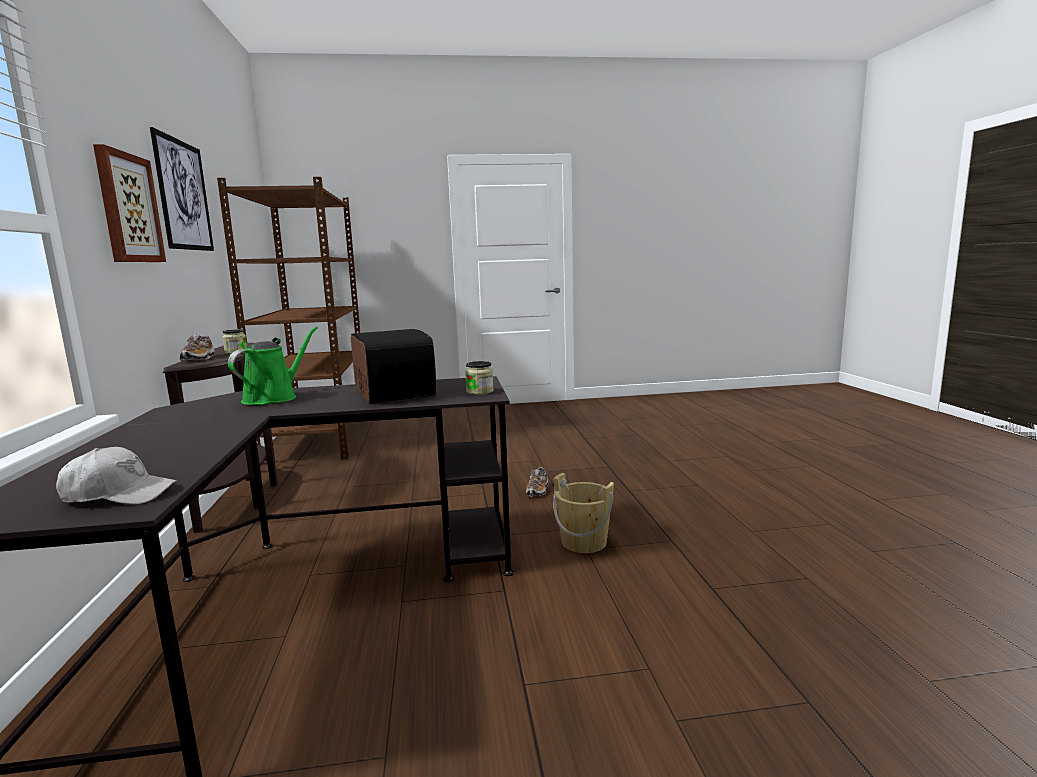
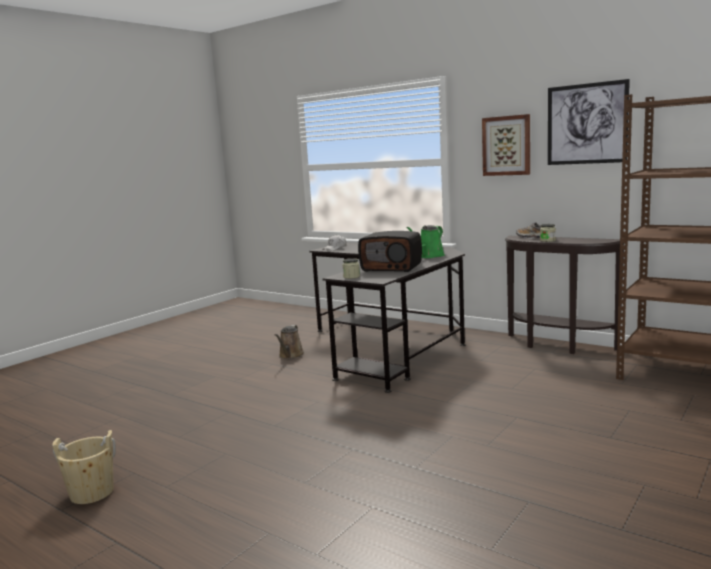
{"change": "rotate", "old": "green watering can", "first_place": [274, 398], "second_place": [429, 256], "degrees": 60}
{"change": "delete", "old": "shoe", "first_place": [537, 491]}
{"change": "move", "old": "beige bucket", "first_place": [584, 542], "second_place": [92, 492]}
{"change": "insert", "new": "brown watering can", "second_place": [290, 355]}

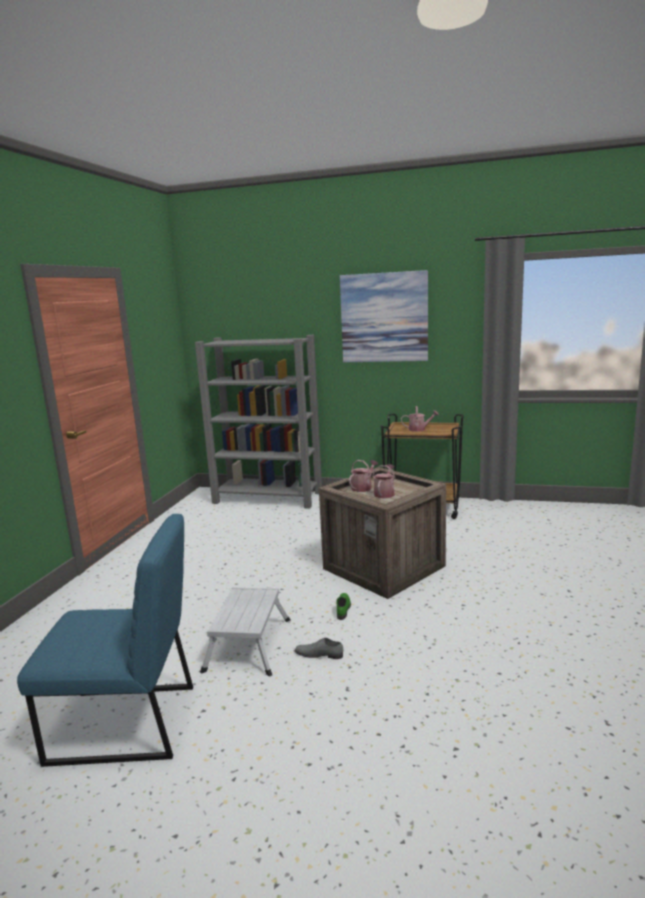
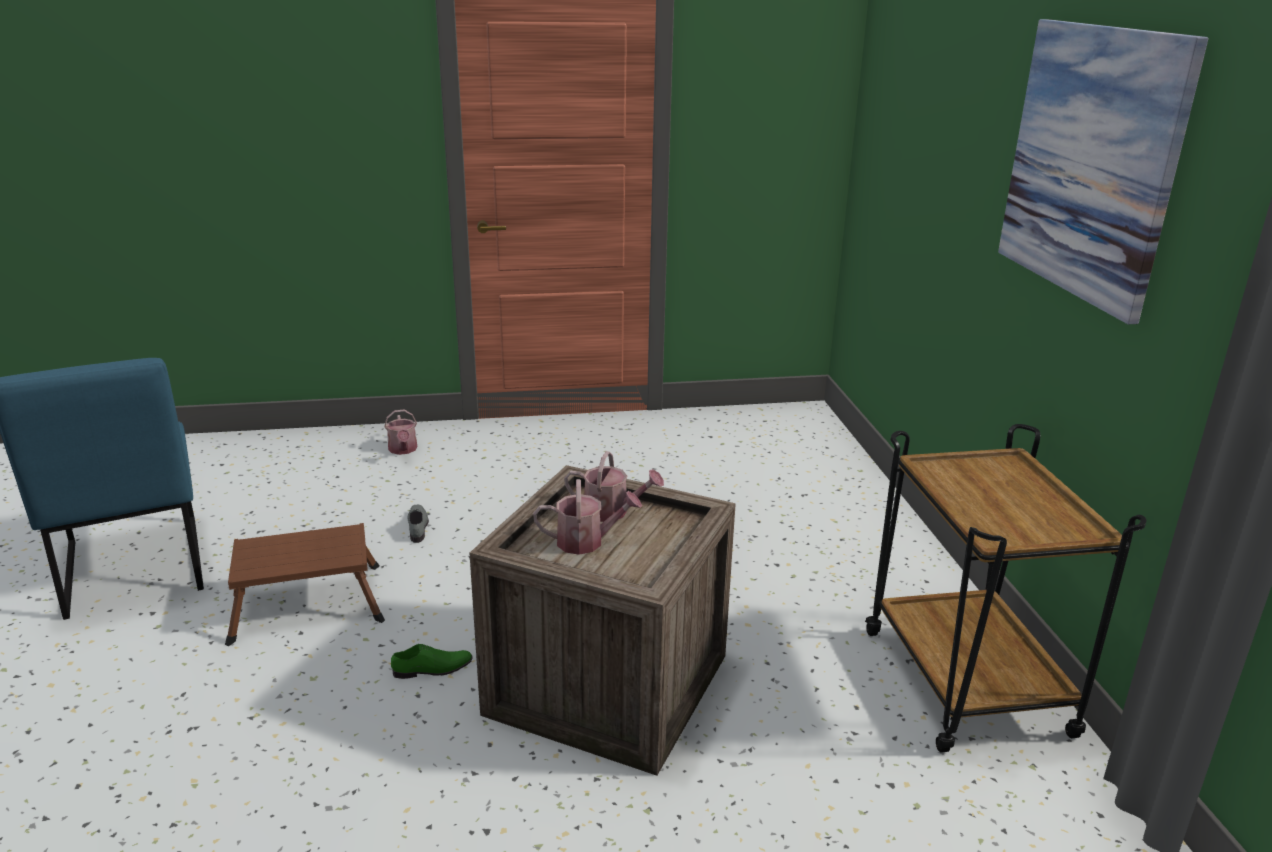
{"change": "delete", "old": "grey bookcase", "first_place": [268, 498]}
{"change": "recolor", "old": "white step ladder", "new": "brown step ladder", "first_place": [248, 644], "second_place": [308, 603]}
{"change": "move", "old": "grey shoe", "first_place": [319, 653], "second_place": [418, 526]}
{"change": "move", "old": "watering can", "first_place": [419, 429], "second_place": [403, 450]}

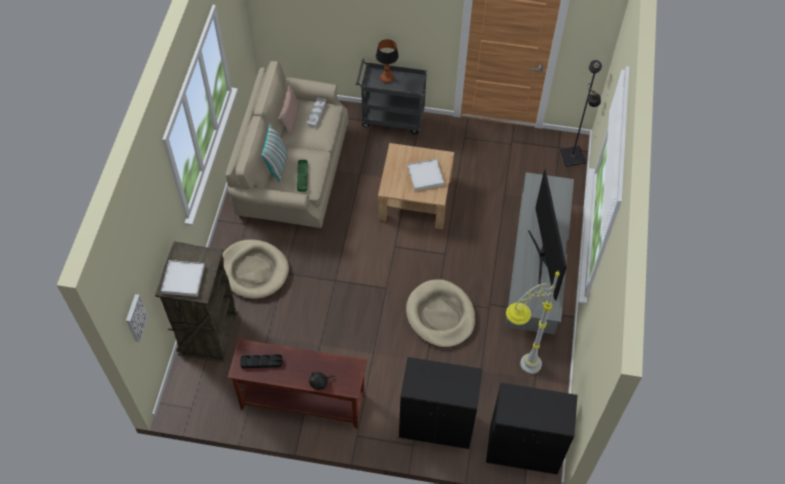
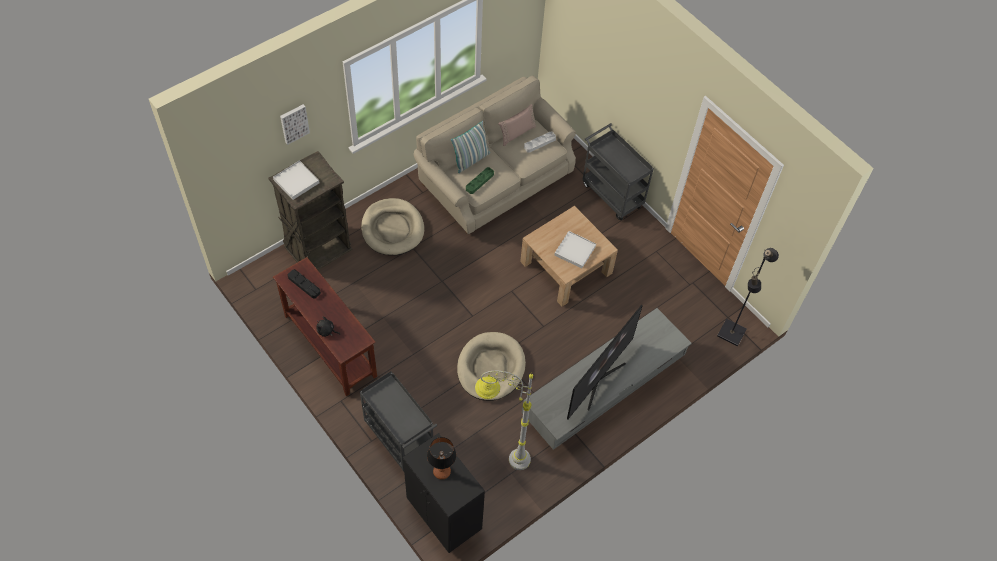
{"change": "move", "old": "picture", "first_place": [135, 318], "second_place": [294, 123]}
{"change": "move", "old": "table lamp", "first_place": [387, 78], "second_place": [442, 471]}
{"change": "replace", "old": "black cabinet", "new": "grey cart", "first_place": [435, 427], "second_place": [400, 442]}

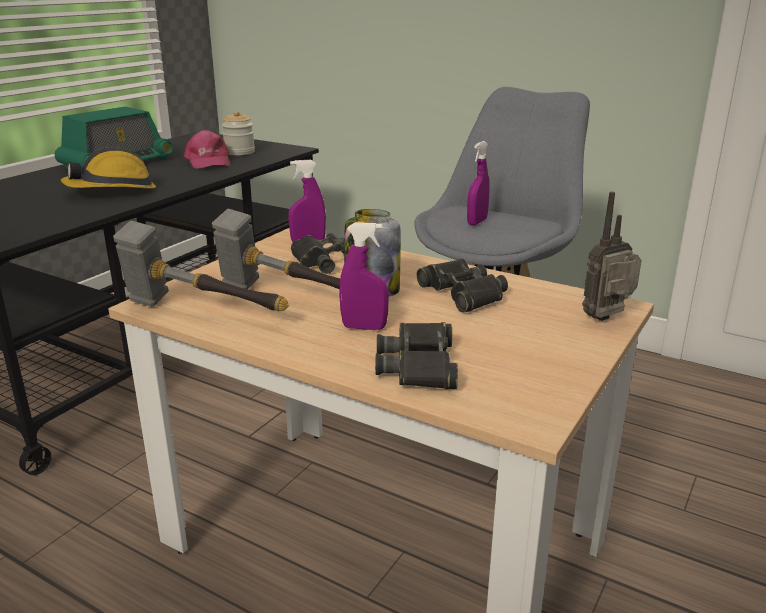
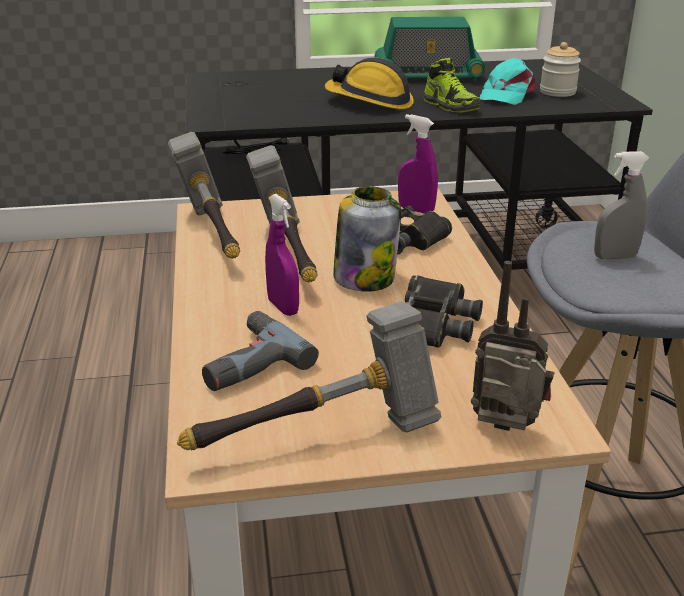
{"change": "recolor", "old": "pink cap", "new": "turquoise cap", "first_place": [208, 161], "second_place": [506, 94]}
{"change": "replace", "old": "black binoculars", "new": "power drill", "first_place": [419, 365], "second_place": [246, 362]}
{"change": "recolor", "old": "purple spray bottle", "new": "grey spray bottle", "first_place": [477, 222], "second_place": [615, 257]}
{"change": "insert", "new": "hammer", "second_place": [321, 438]}
{"change": "insert", "new": "shoe", "second_place": [450, 106]}

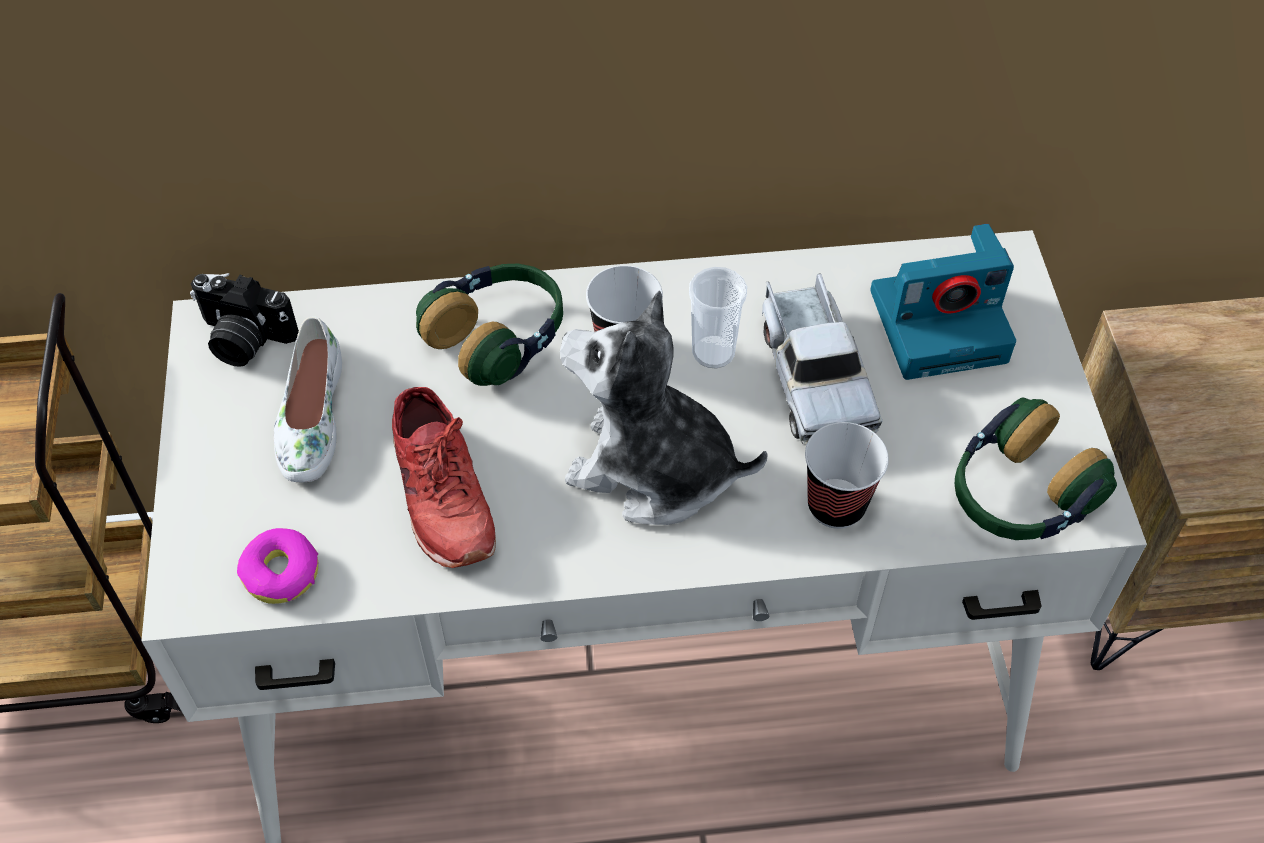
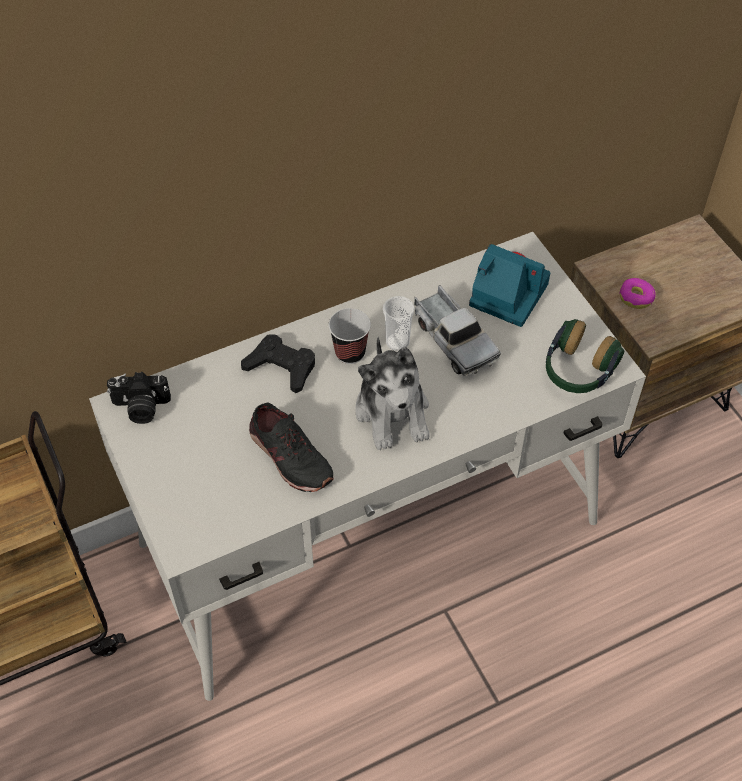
{"change": "move", "old": "donut", "first_place": [281, 573], "second_place": [636, 297]}
{"change": "delete", "old": "white shoe", "first_place": [310, 417]}
{"change": "recolor", "old": "red shoe", "new": "black shoe", "first_place": [440, 494], "second_place": [289, 457]}
{"change": "replace", "old": "headphones", "new": "black game controller", "first_place": [499, 338], "second_place": [281, 367]}
{"change": "rotate", "old": "plush toy", "first_place": [653, 470], "second_place": [393, 412], "degrees": -105}
{"change": "delete", "old": "cup", "first_place": [836, 505]}
{"change": "rotate", "old": "photo camera", "first_place": [941, 324], "second_place": [506, 294], "degrees": -120}

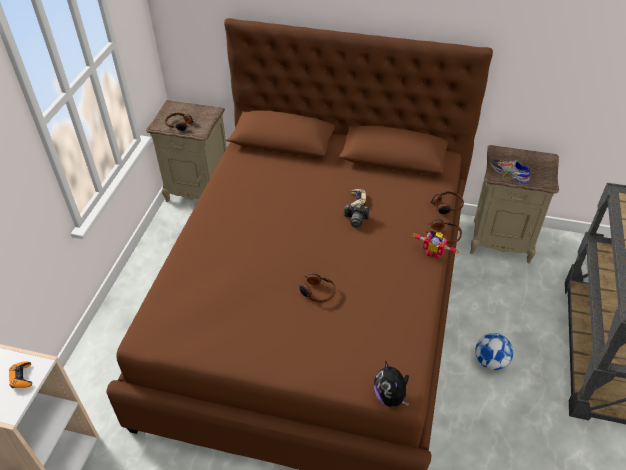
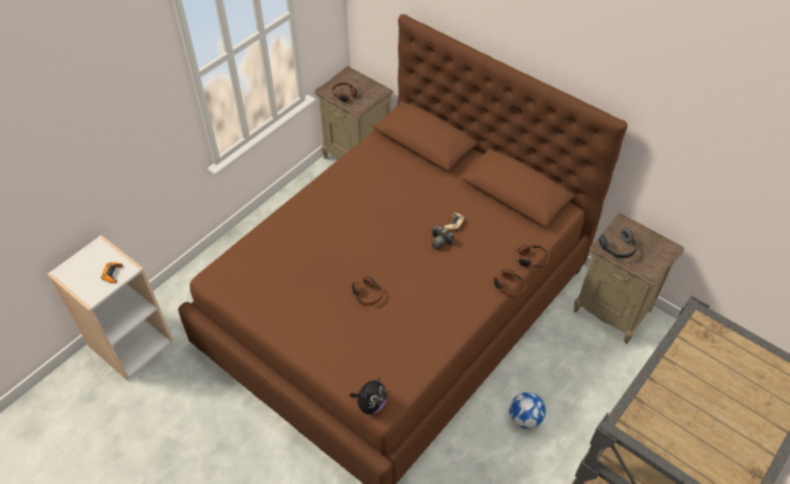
{"change": "rotate", "old": "plush toy", "first_place": [390, 396], "second_place": [370, 404], "degrees": -150}
{"change": "delete", "old": "toy robot", "first_place": [434, 253]}
{"change": "replace", "old": "shoe", "new": "headphones", "first_place": [509, 173], "second_place": [618, 249]}

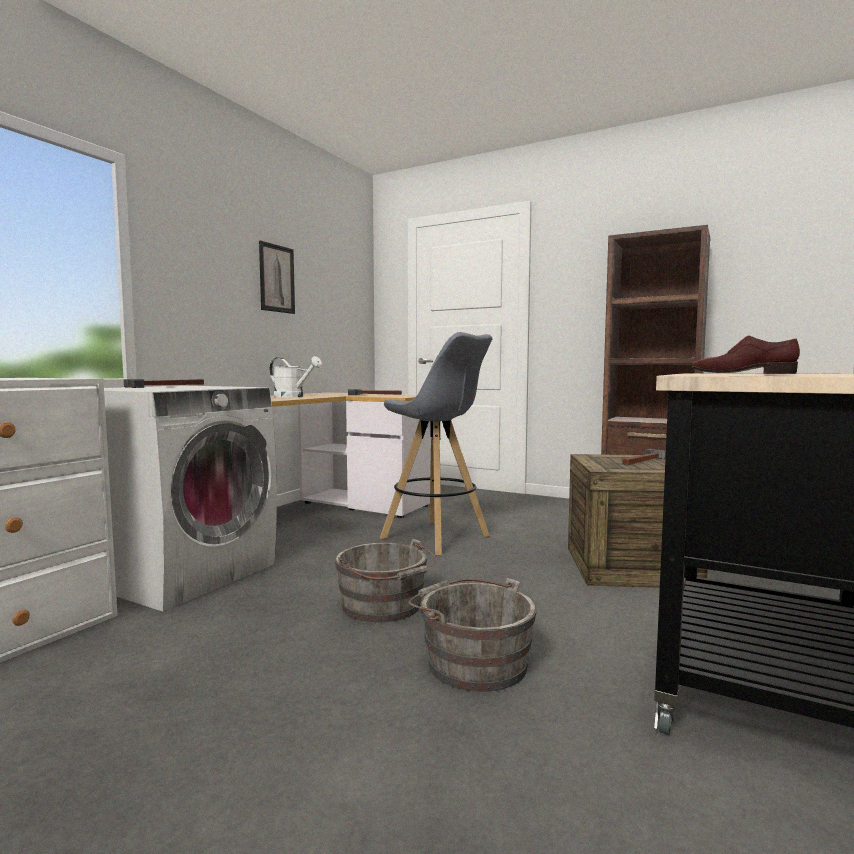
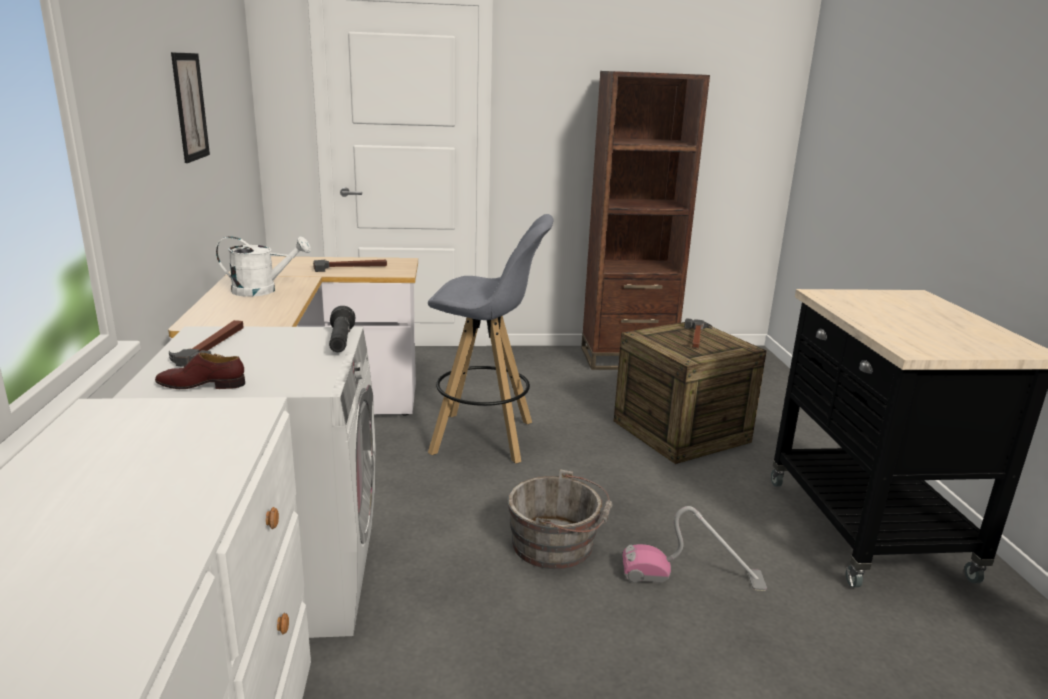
{"change": "replace", "old": "grey bucket", "new": "vacuum cleaner", "first_place": [472, 661], "second_place": [692, 576]}
{"change": "move", "old": "brown shoe", "first_place": [742, 374], "second_place": [201, 385]}
{"change": "insert", "new": "black flashlight", "second_place": [341, 342]}

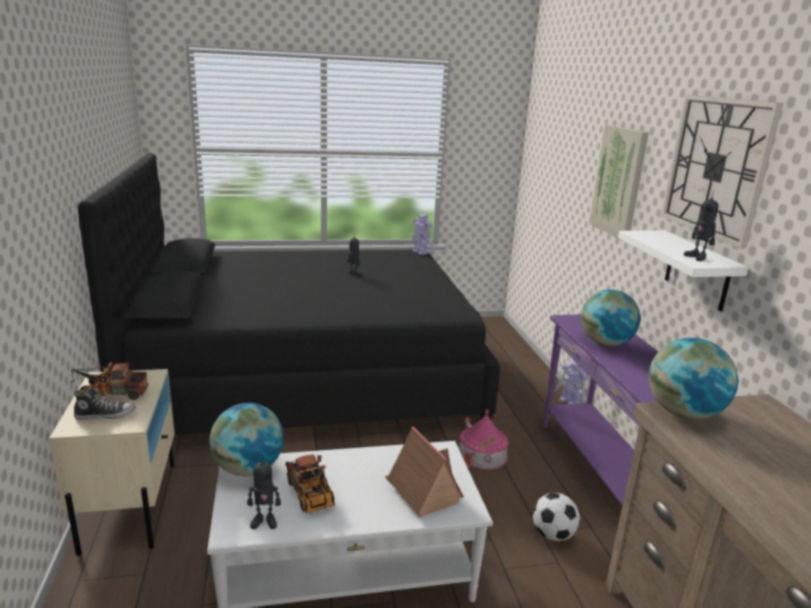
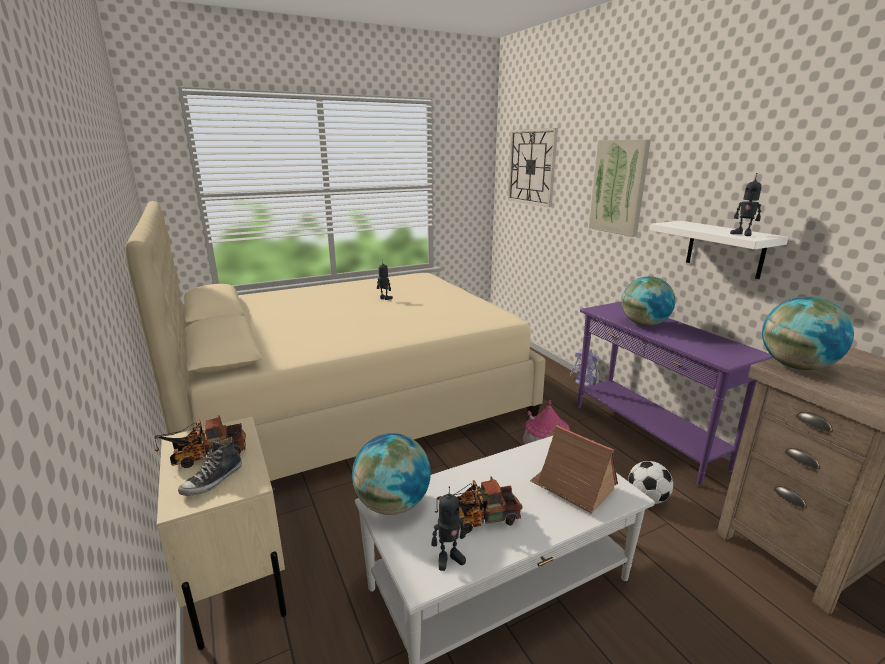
{"change": "rotate", "old": "shoe", "first_place": [105, 415], "second_place": [213, 481], "degrees": 150}
{"change": "recolor", "old": "black bed", "new": "beige bed", "first_place": [306, 376], "second_place": [351, 401]}
{"change": "rotate", "old": "toy truck", "first_place": [311, 497], "second_place": [477, 519], "degrees": 120}
{"change": "delete", "old": "toy robot", "first_place": [420, 252]}
{"change": "move", "old": "wall clock", "first_place": [716, 167], "second_place": [531, 167]}

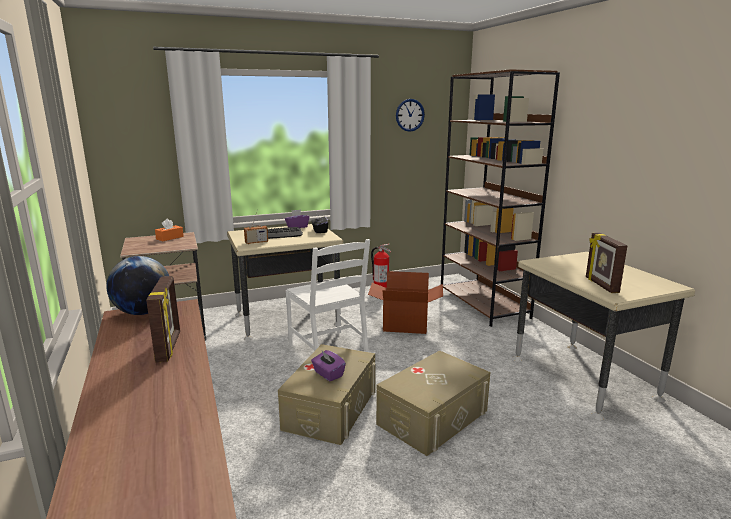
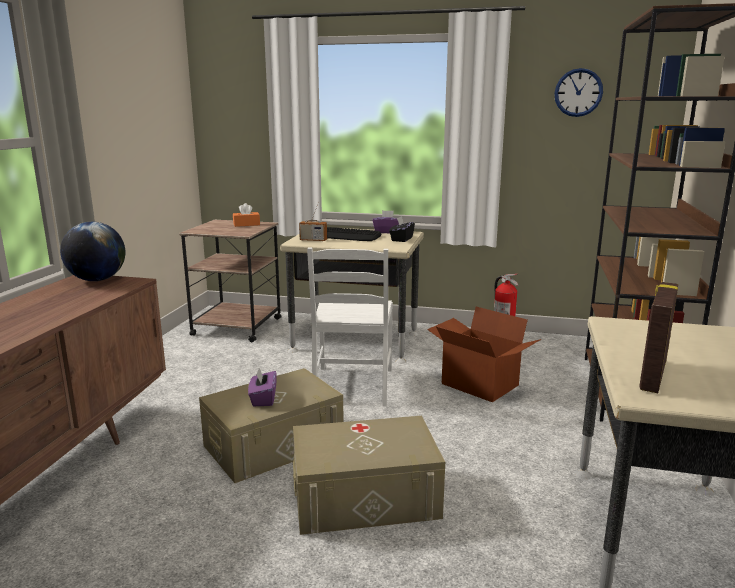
{"change": "delete", "old": "picture frame", "first_place": [169, 347]}

